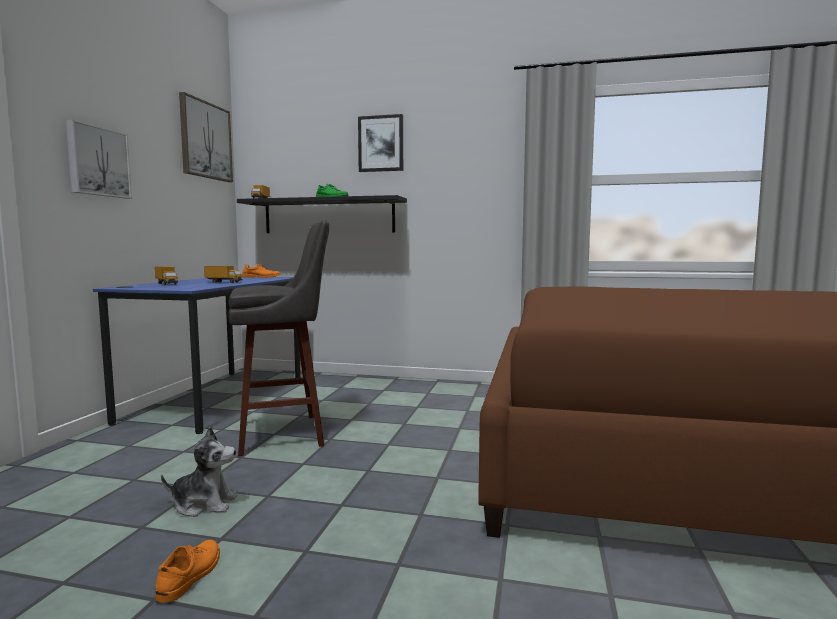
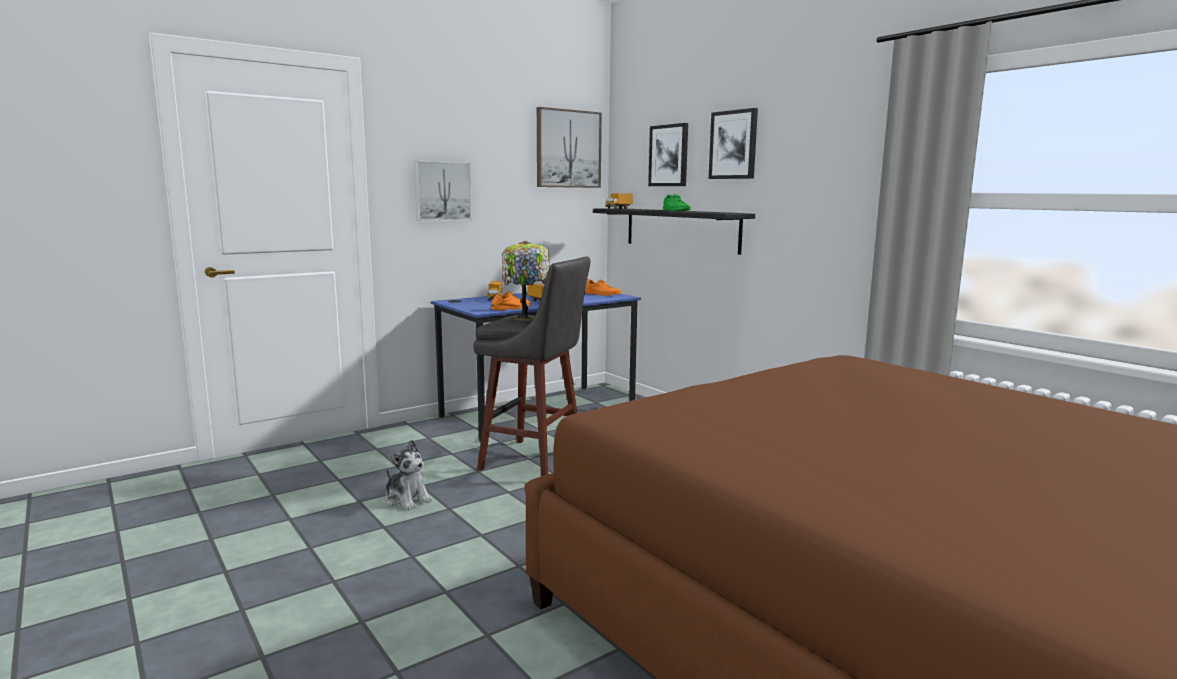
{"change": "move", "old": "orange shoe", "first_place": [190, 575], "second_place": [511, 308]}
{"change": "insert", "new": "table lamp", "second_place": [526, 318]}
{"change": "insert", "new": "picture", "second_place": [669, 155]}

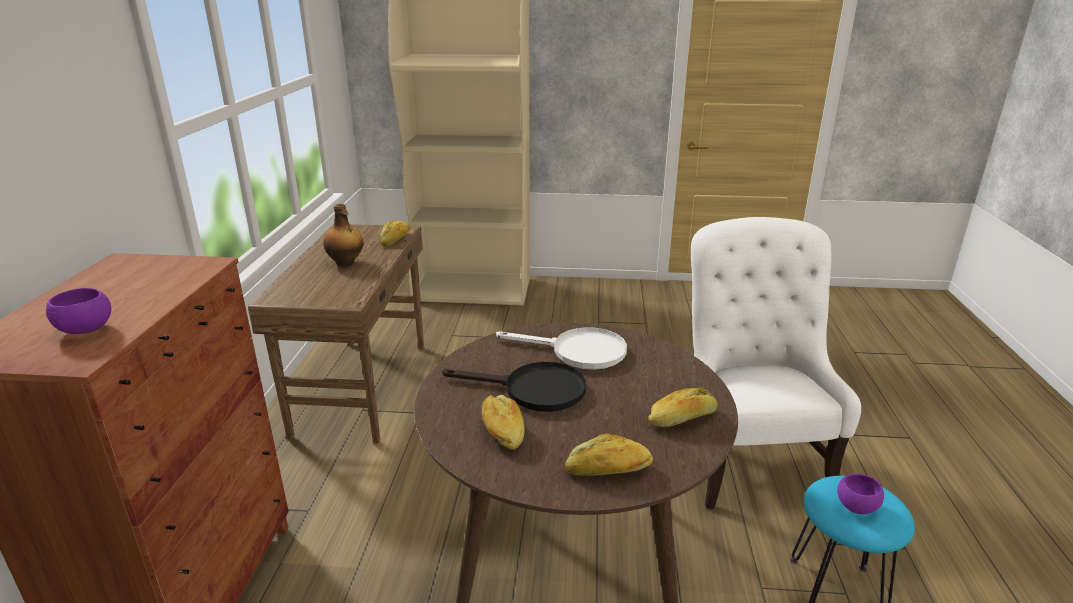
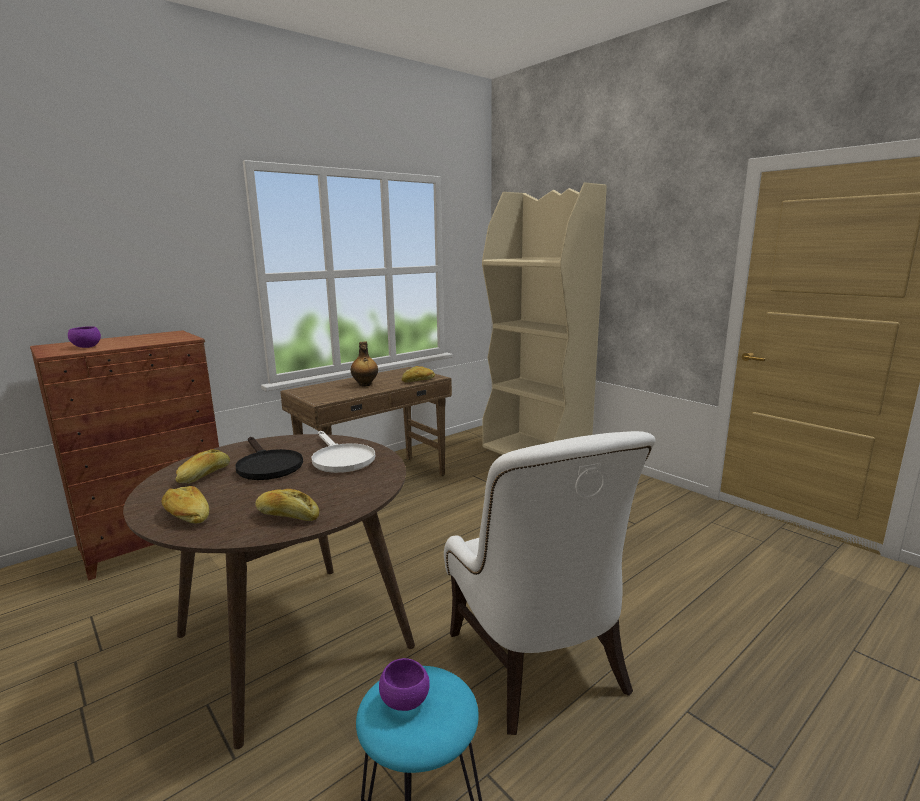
{"change": "rotate", "old": "white chair", "first_place": [746, 459], "second_place": [539, 663], "degrees": 120}

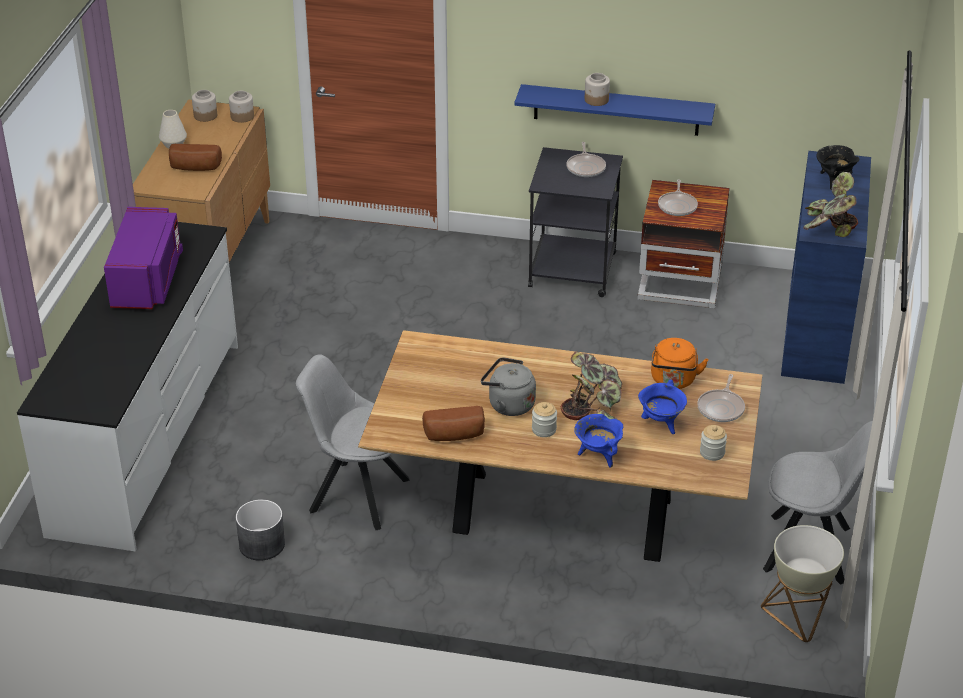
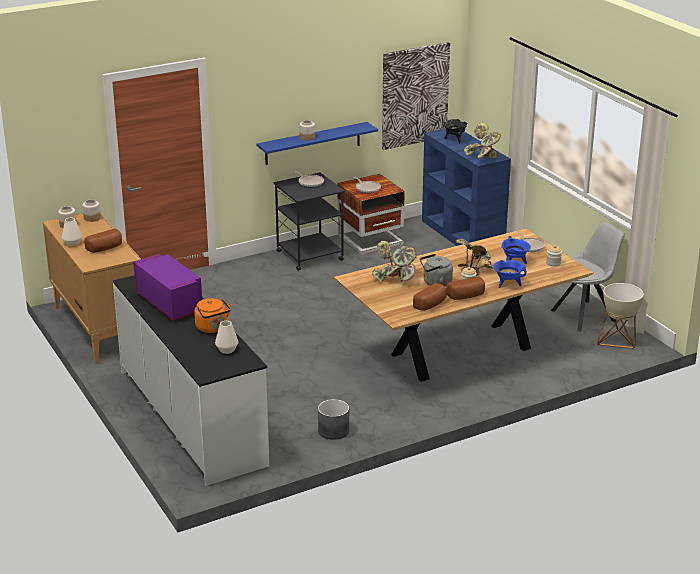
{"change": "delete", "old": "grey chair", "first_place": [356, 494]}
{"change": "move", "old": "orange kettle", "first_place": [673, 381], "second_place": [212, 328]}
{"change": "insert", "new": "white vase", "second_place": [227, 350]}
{"change": "insert", "new": "potted plant", "second_place": [395, 278]}
{"change": "insert", "new": "picture", "second_place": [414, 95]}
{"change": "insert", "new": "bread", "second_place": [467, 296]}

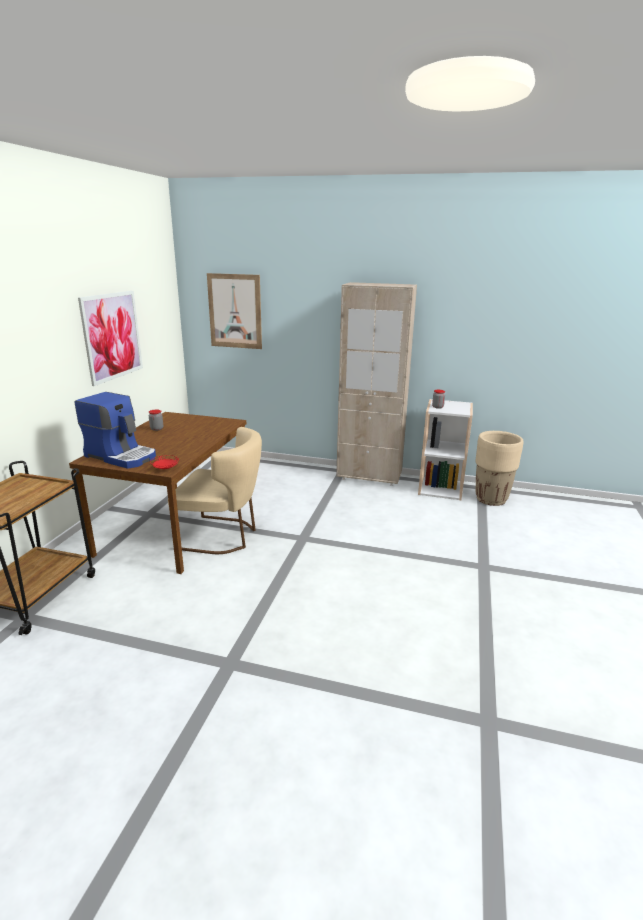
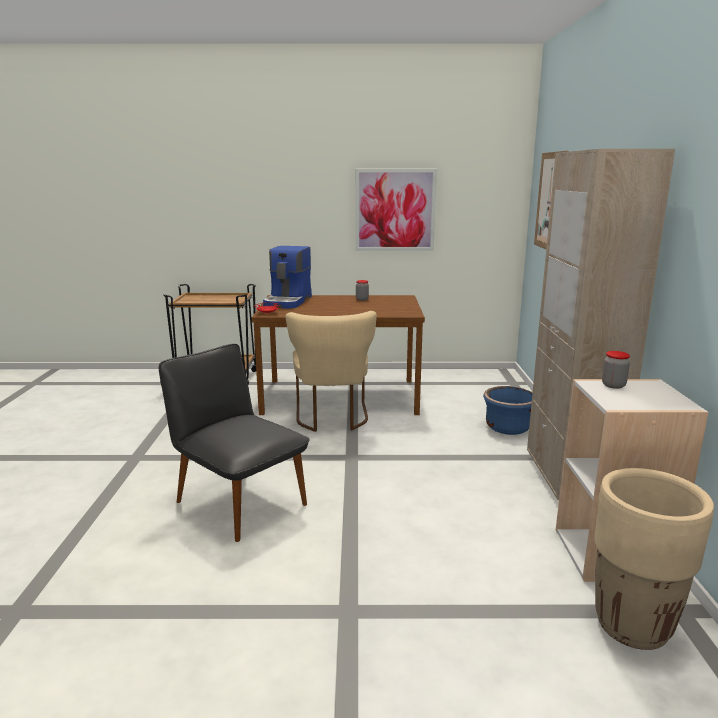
{"change": "insert", "new": "black chair", "second_place": [241, 503]}
{"change": "insert", "new": "blue planter", "second_place": [508, 427]}

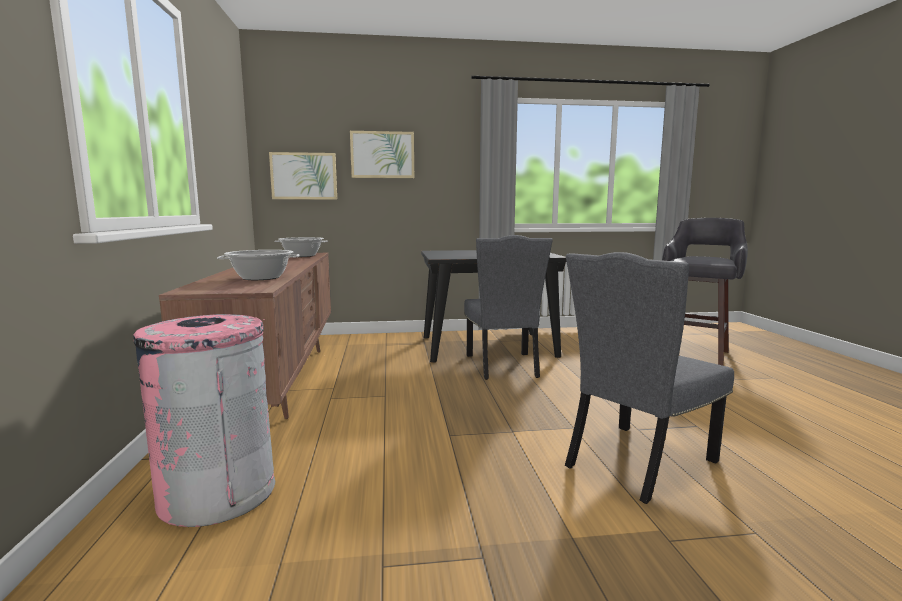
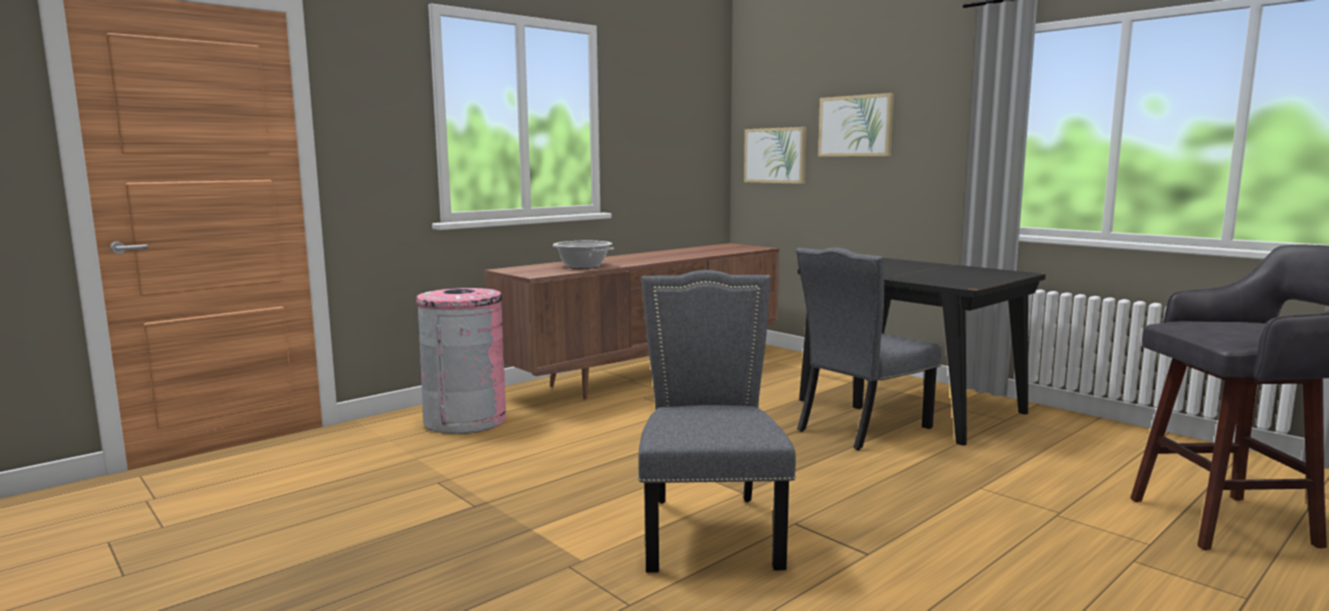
{"change": "delete", "old": "cooking pot", "first_place": [302, 256]}
{"change": "rotate", "old": "grey chair", "first_place": [639, 461], "second_place": [710, 534], "degrees": 75}

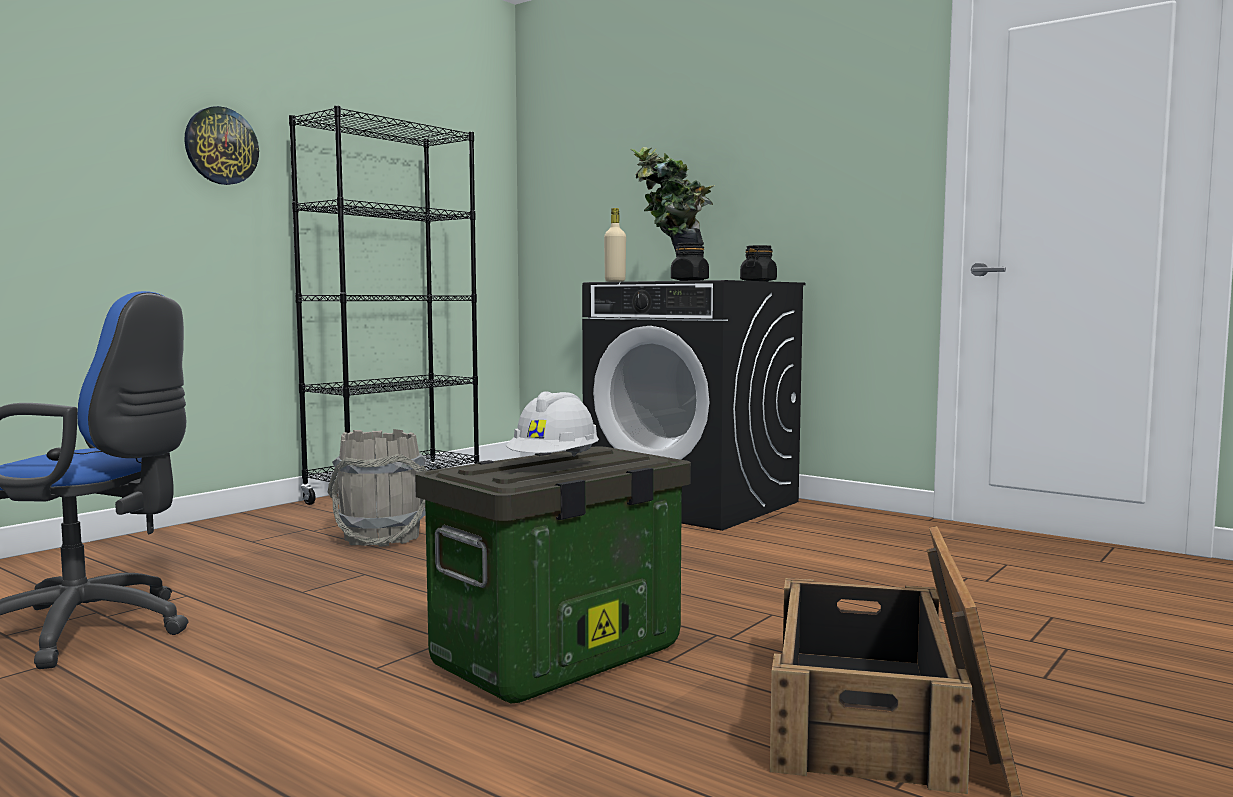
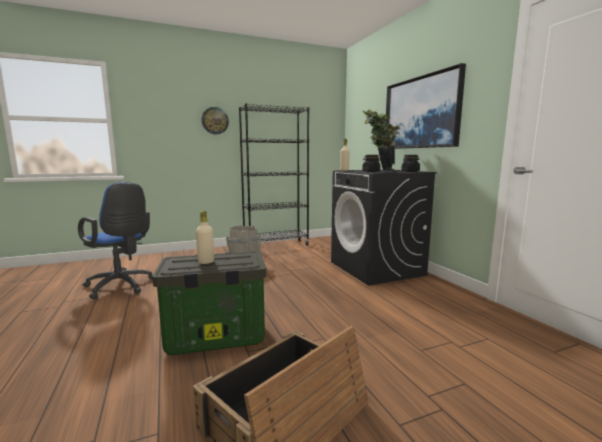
{"change": "replace", "old": "white hard hat", "new": "beige bottle", "first_place": [554, 464], "second_place": [206, 262]}
{"change": "insert", "new": "picture", "second_place": [421, 113]}

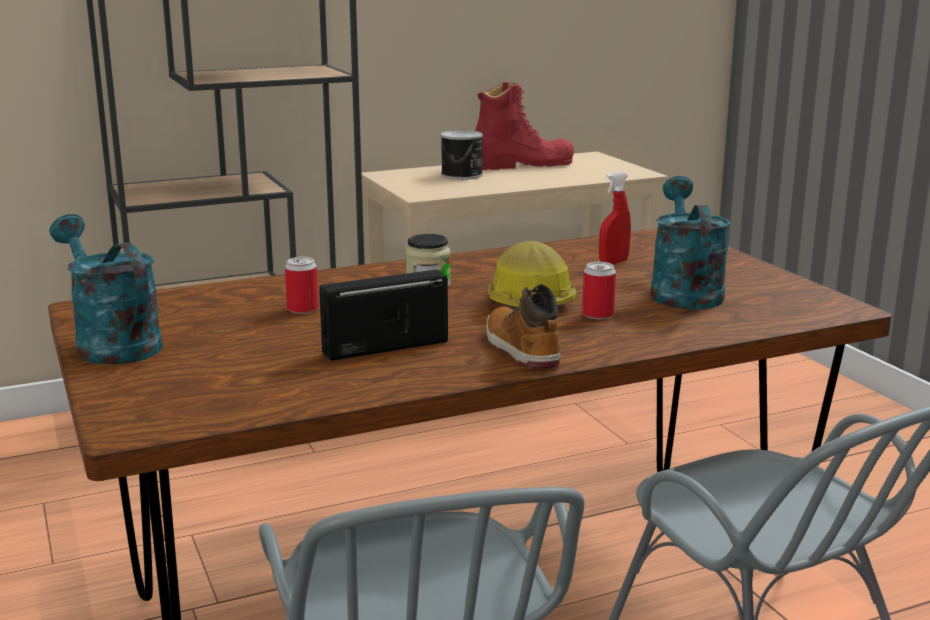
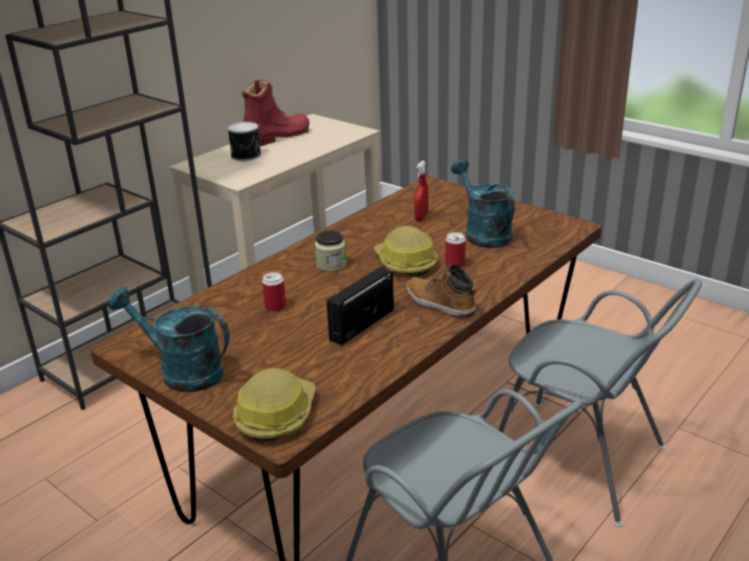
{"change": "insert", "new": "hard hat", "second_place": [276, 415]}

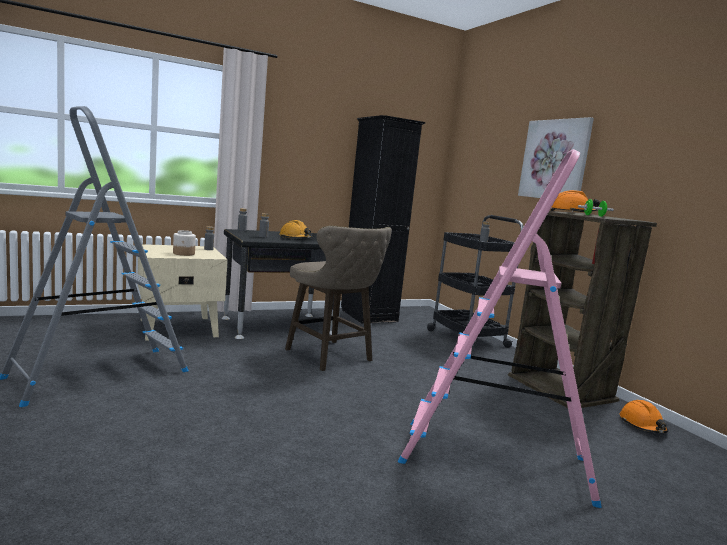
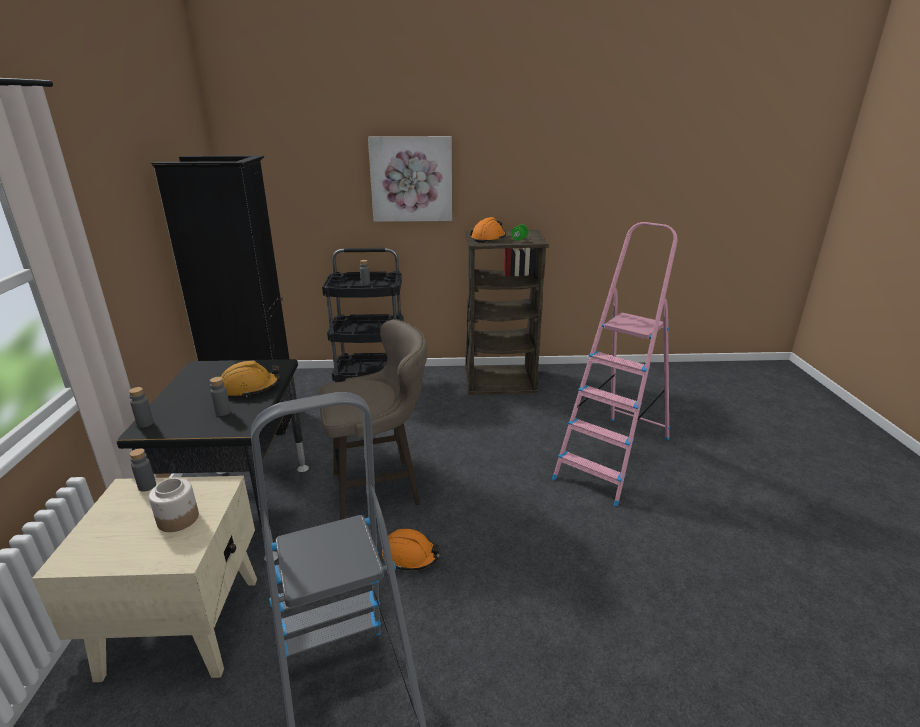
{"change": "move", "old": "orange hard hat", "first_place": [642, 425], "second_place": [410, 556]}

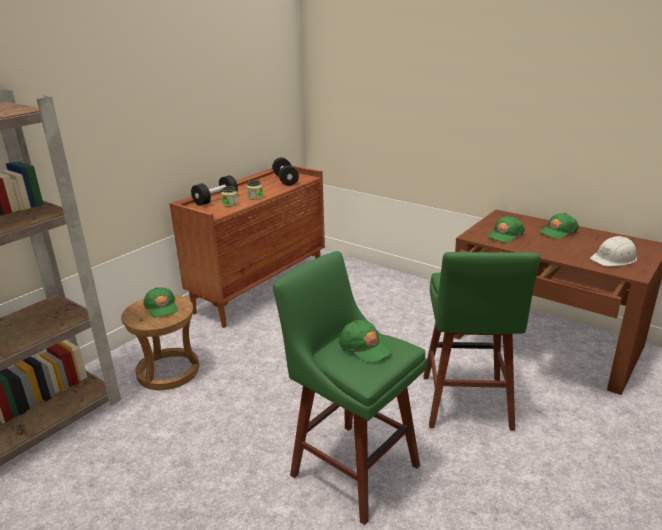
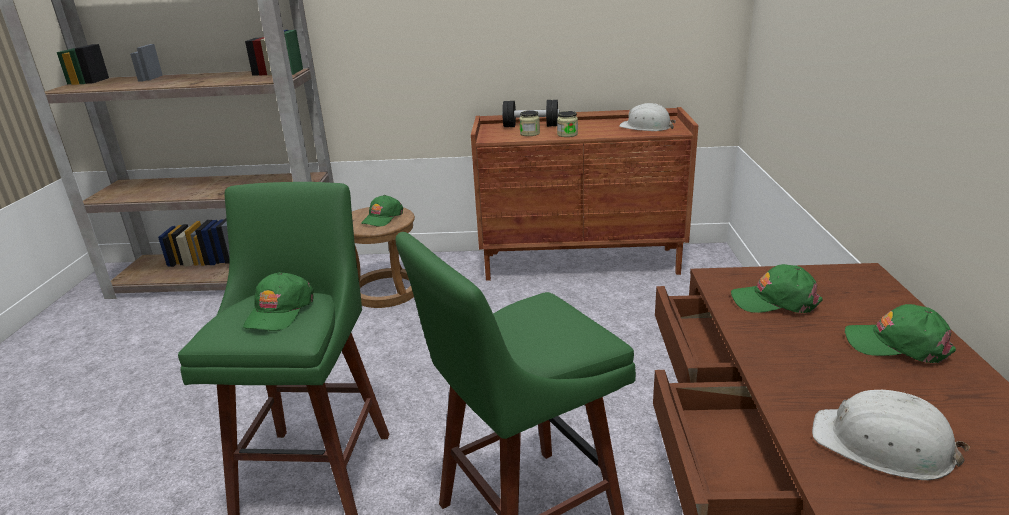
{"change": "replace", "old": "black dumbbell", "new": "white hard hat", "first_place": [285, 180], "second_place": [646, 127]}

